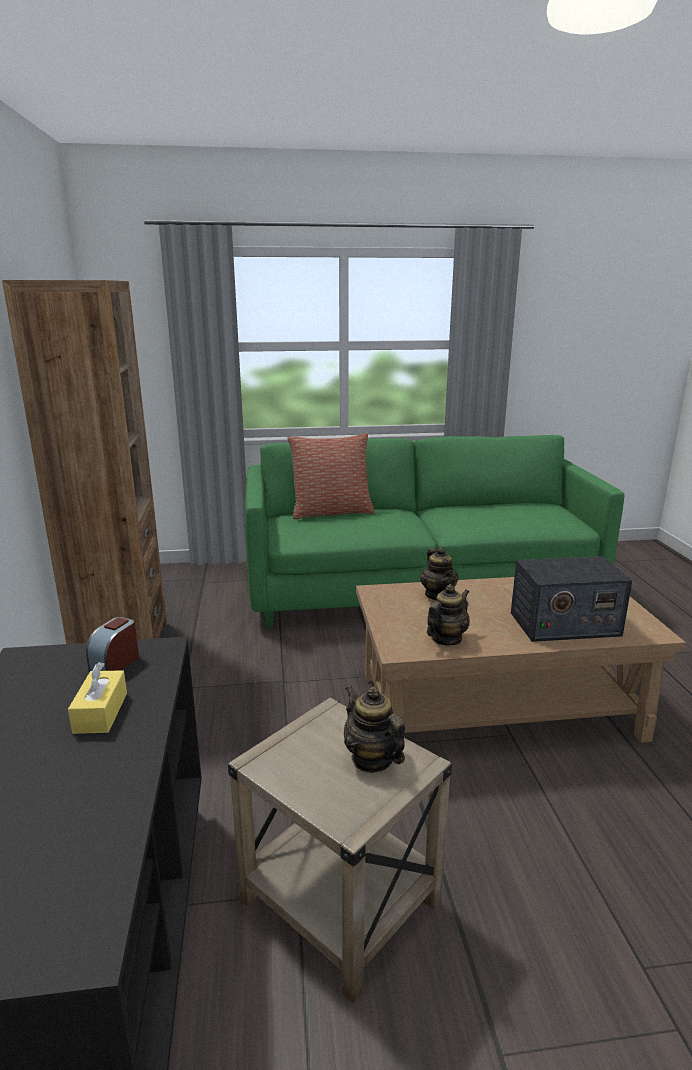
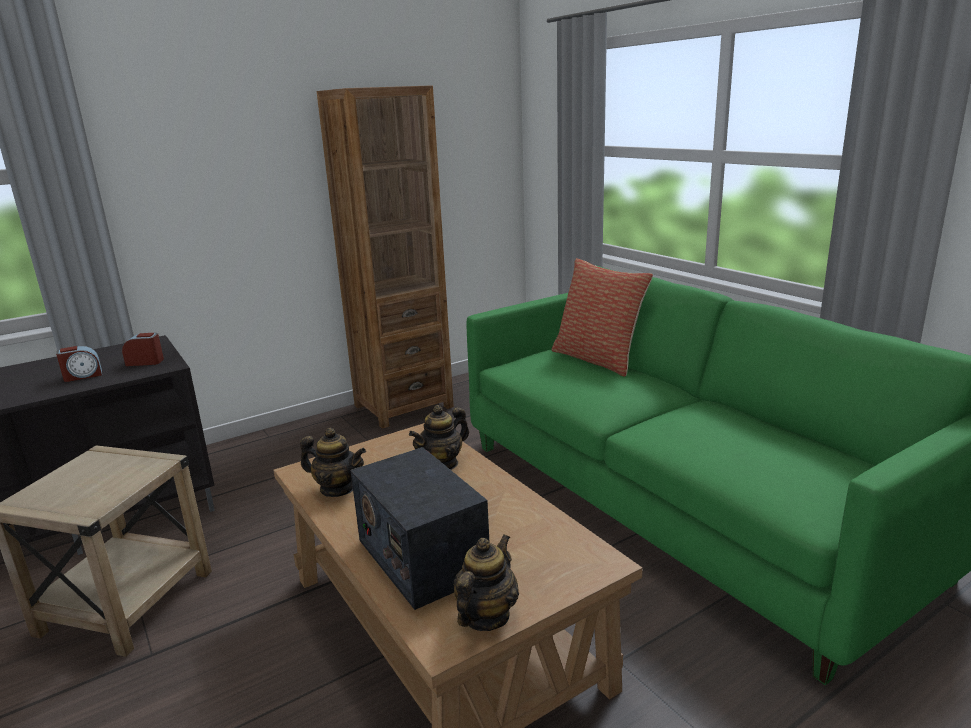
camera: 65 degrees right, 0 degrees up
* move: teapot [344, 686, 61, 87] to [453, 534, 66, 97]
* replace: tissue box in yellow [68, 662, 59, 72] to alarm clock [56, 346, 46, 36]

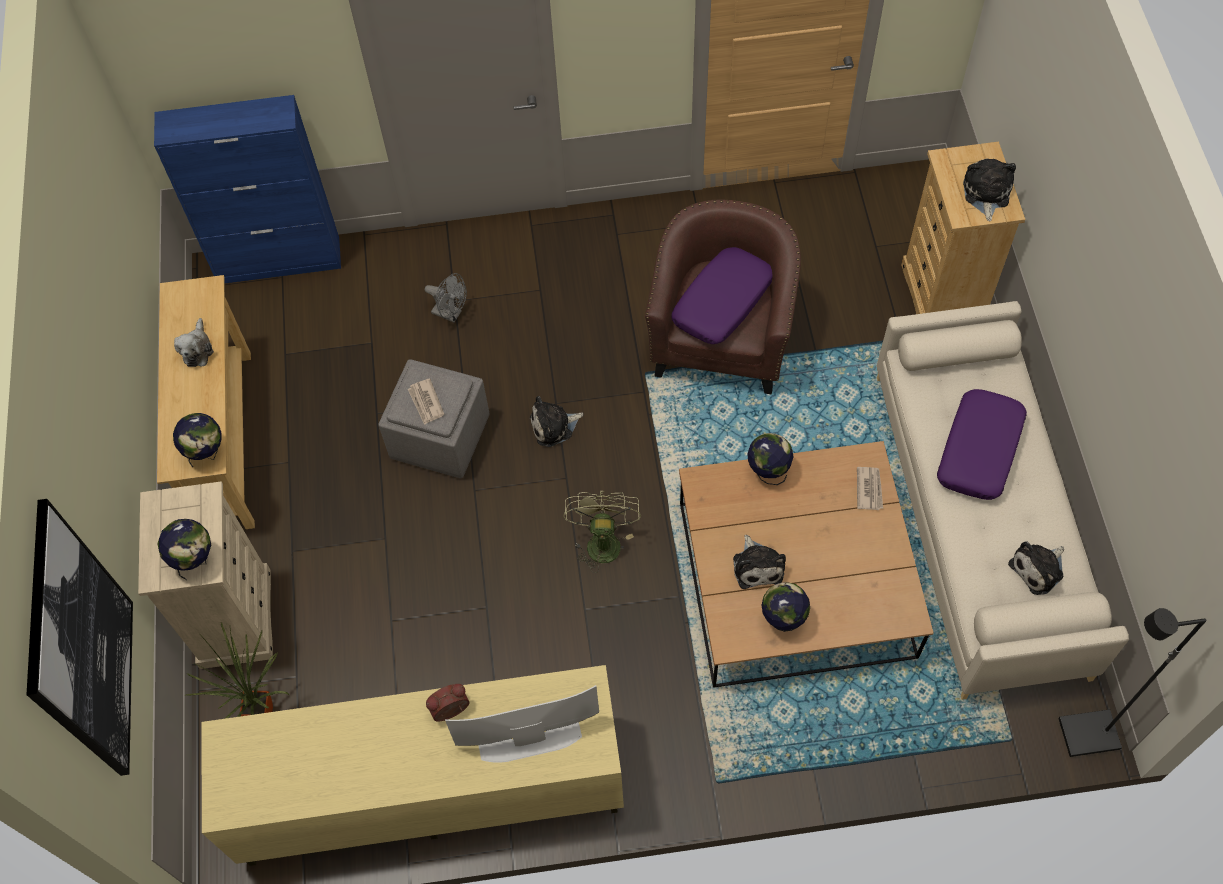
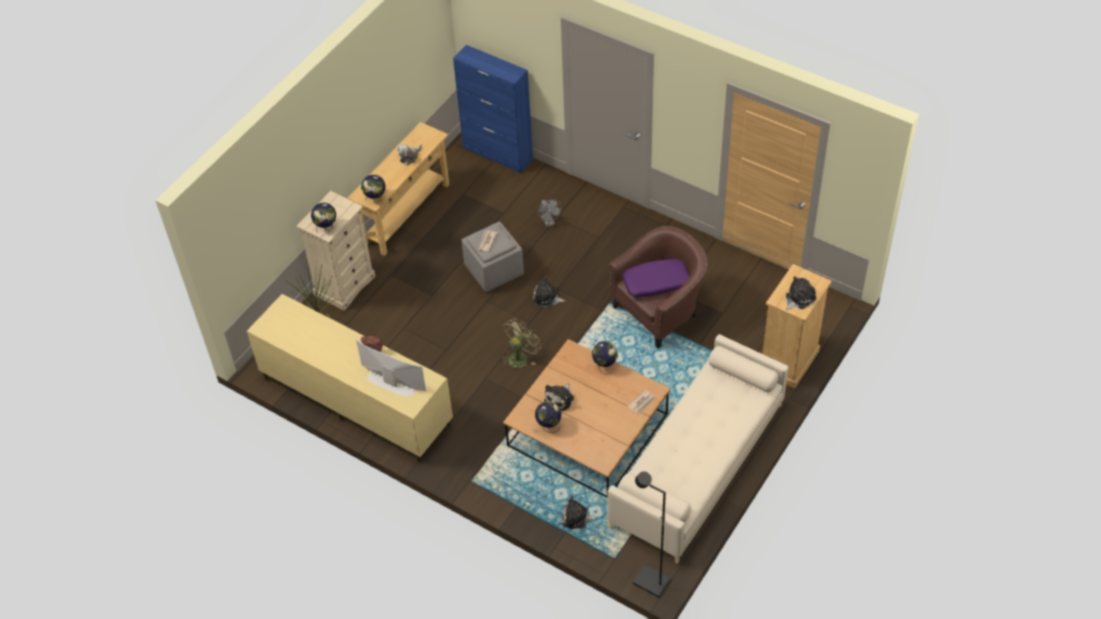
camera: 40 degrees right, 10 degrees down
* delete: picture [26, 499, 107, 277]
* delete: pillow in purple [937, 389, 90, 111]
* move: plush toy [1008, 541, 56, 54] to [562, 495, 34, 34]

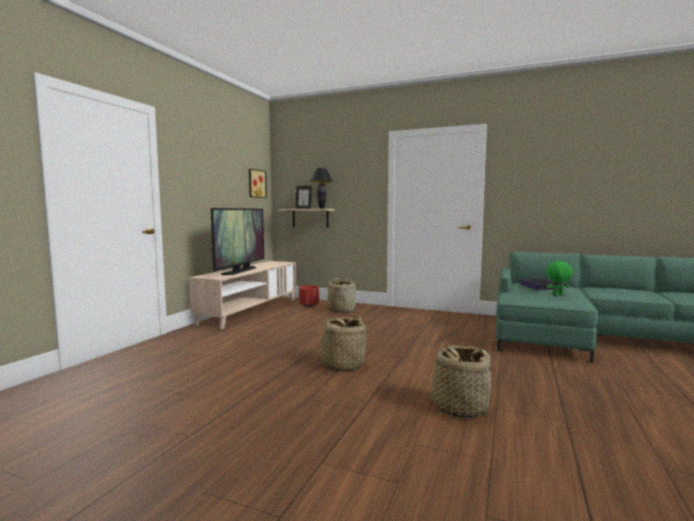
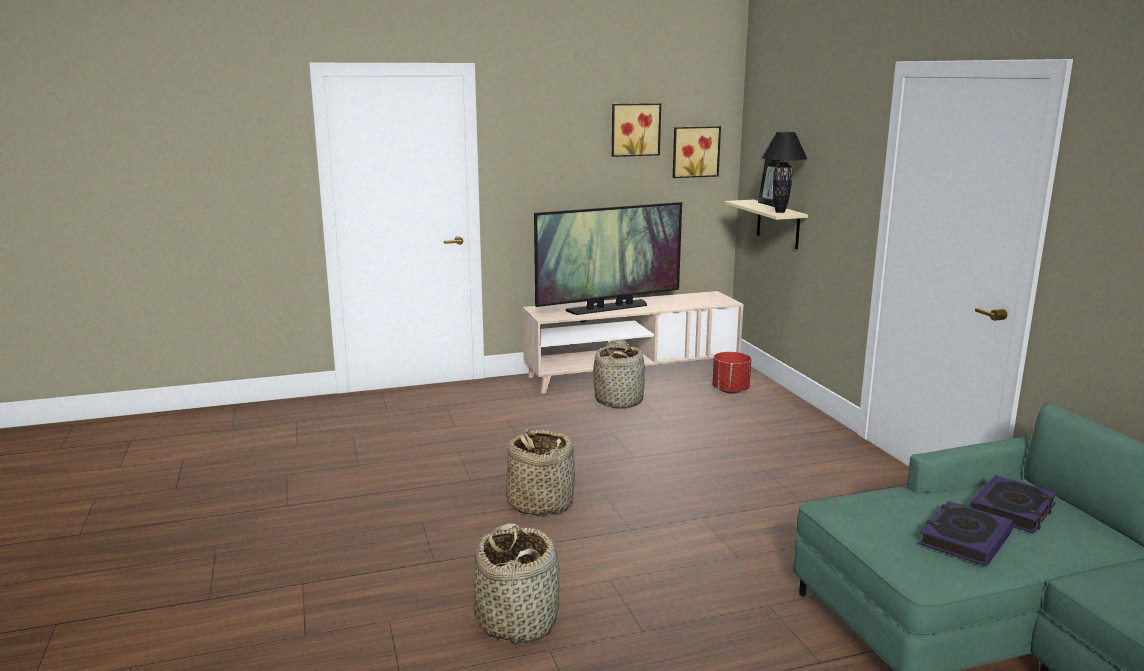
camera: 50 degrees right, 10 degrees up
* insert: picture [612, 103, 49, 54]
* move: basket [327, 277, 29, 36] to [593, 340, 52, 69]
* replace: plush toy in green [547, 261, 26, 34] to book [919, 501, 94, 66]

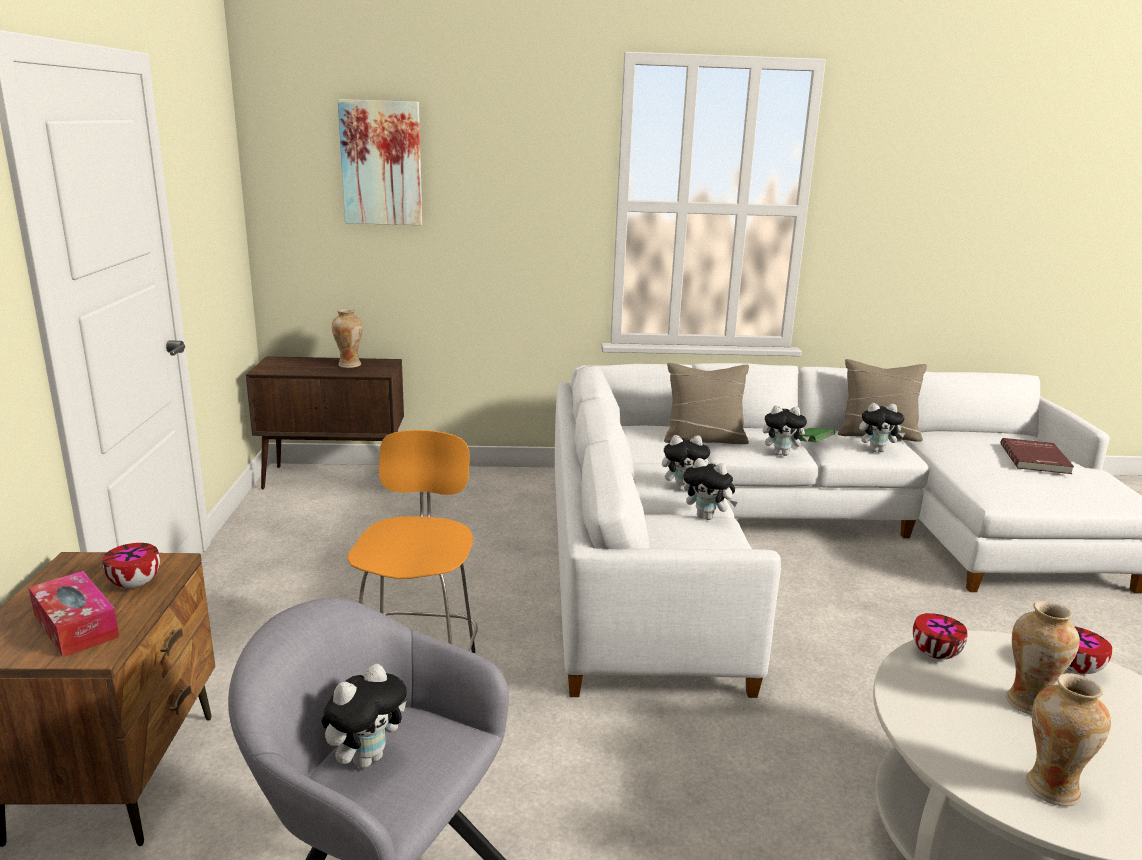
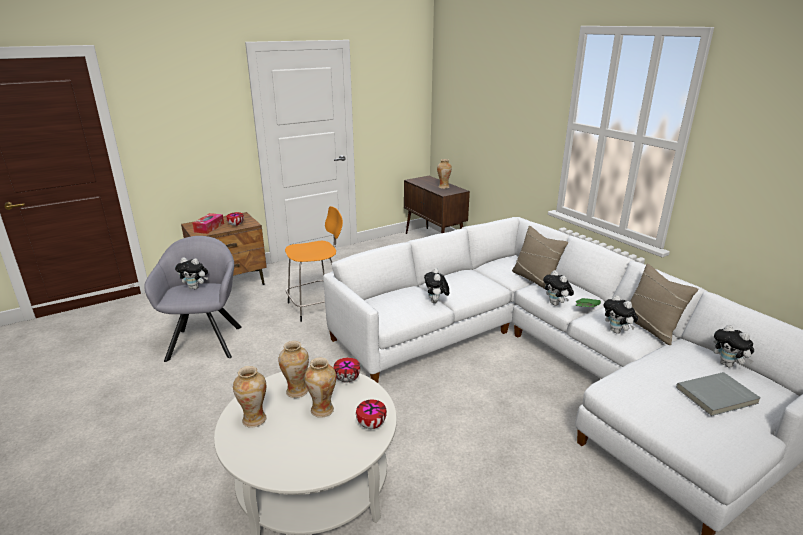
camera: 60 degrees right, 5 degrees up
* delete: picture [338, 99, 84, 126]
* insert: vase [278, 341, 31, 57]
* move: plush toy [662, 435, 48, 56] to [713, 325, 41, 42]
* recolor: book in red [1001, 438, 73, 36] to book in grey [676, 372, 85, 44]

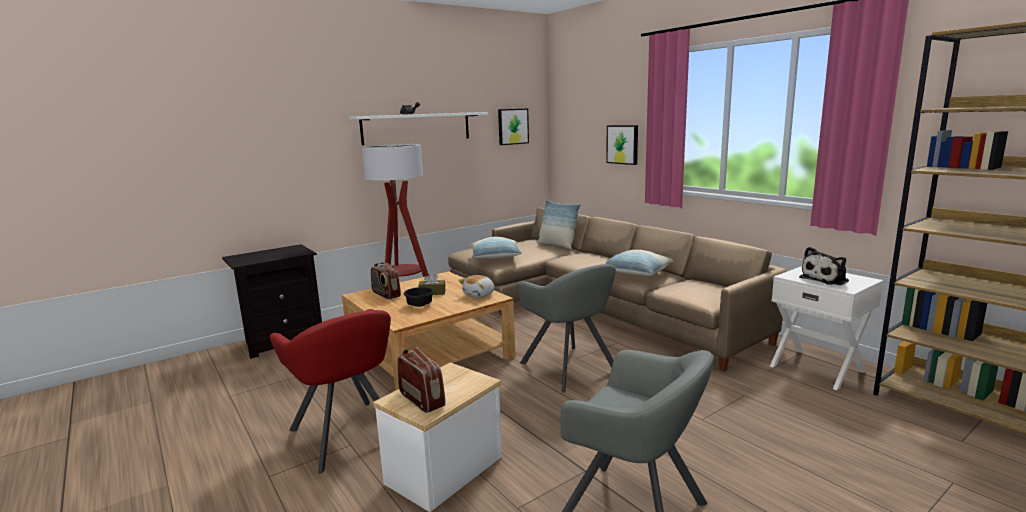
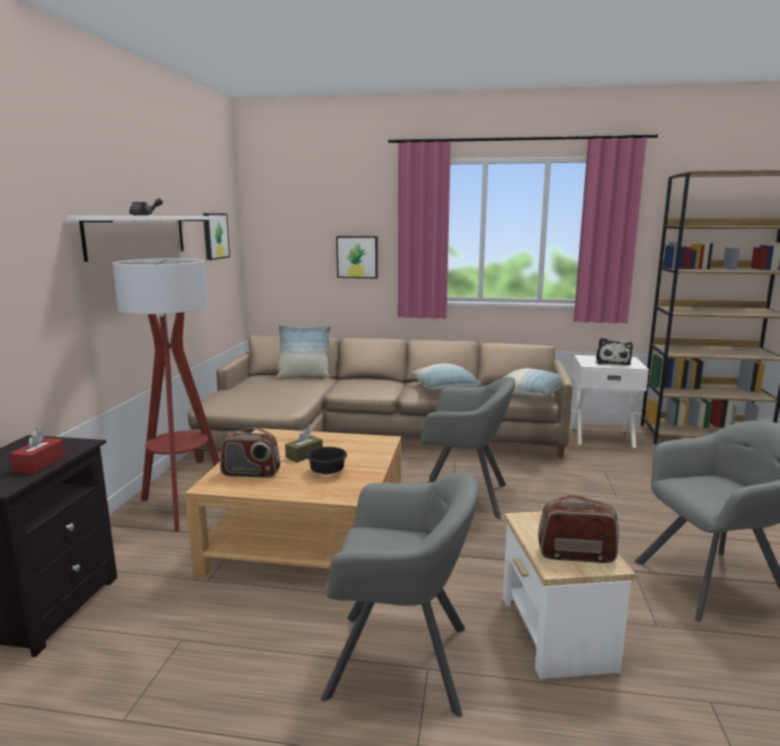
camera: 45 degrees left, 0 degrees up
* delete: plush toy [458, 275, 36, 23]
* insert: tissue box in red [10, 428, 55, 46]
* move: pillow [470, 237, 52, 21] to [503, 368, 71, 28]
* recolor: armchair in red [270, 309, 121, 165] to armchair in grey [321, 472, 158, 245]

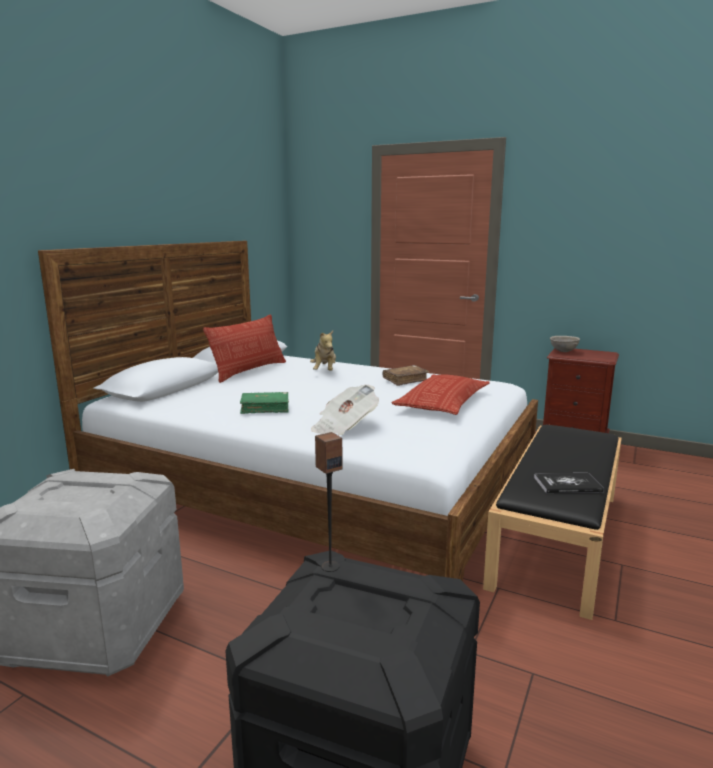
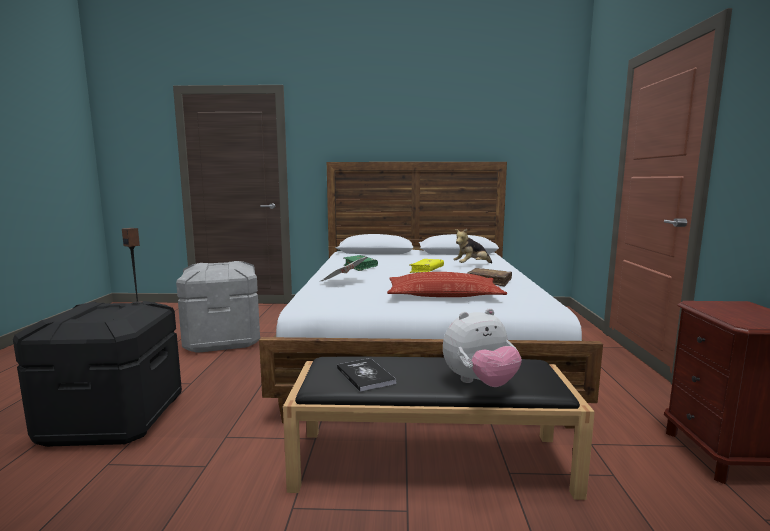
camera: 65 degrees right, 5 degrees down
* delete: pillow [203, 314, 83, 69]
* delete: bowl in grey [550, 336, 30, 16]
* insert: book in yellow [409, 259, 35, 14]
* insert: plush toy [443, 308, 79, 79]

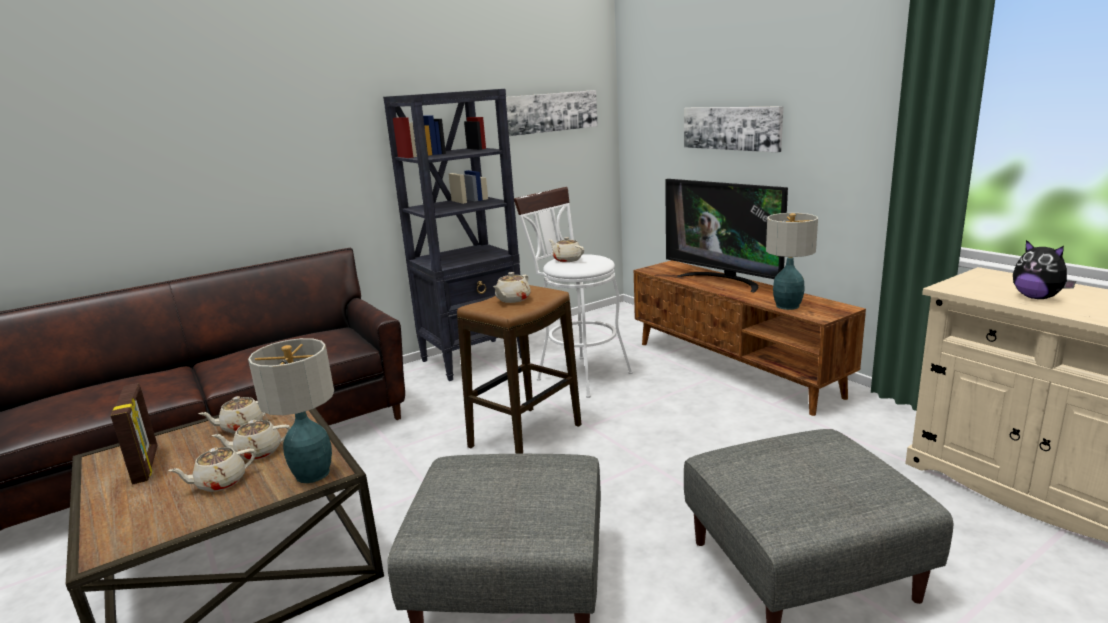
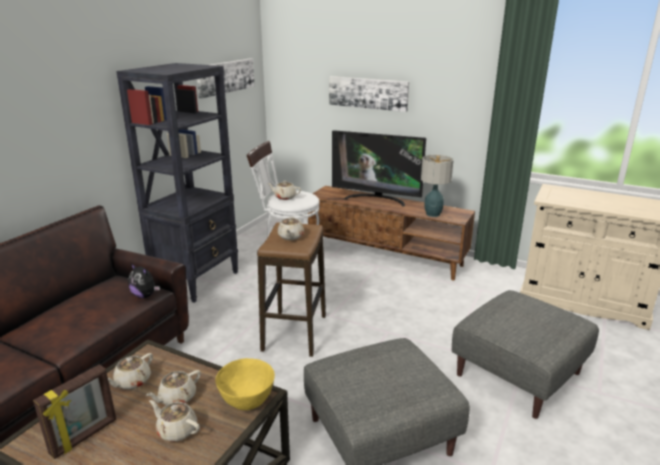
camera: 30 degrees left, 5 degrees up
* move: plush toy [1013, 240, 63, 59] to [128, 263, 32, 35]
* replace: table lamp [248, 338, 86, 145] to bowl in yellow [215, 358, 60, 52]
* rotate: picture frame [111, 383, 47, 102] = [33, 364, 83, 95] 90 degrees clockwise
* rotate: teapot in beige [168, 447, 88, 45] = [149, 400, 51, 42] 90 degrees clockwise

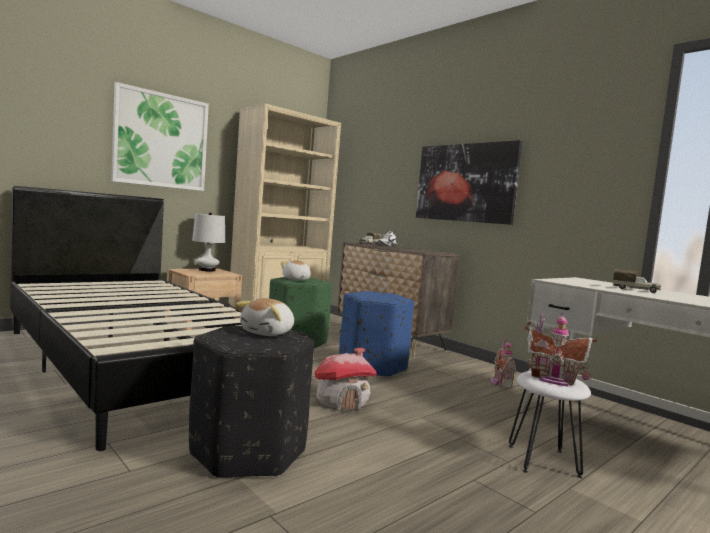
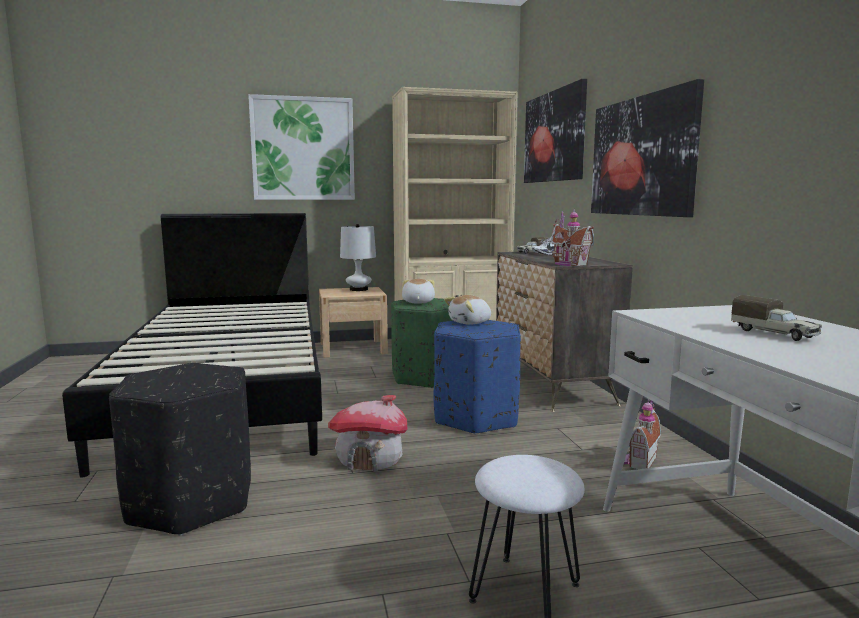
camera: 30 degrees right, 5 degrees up
* insert: picture [524, 79, 63, 104]
* move: plush toy [235, 298, 59, 38] to [444, 295, 47, 30]
* move: toy house [525, 312, 72, 75] to [551, 209, 43, 57]

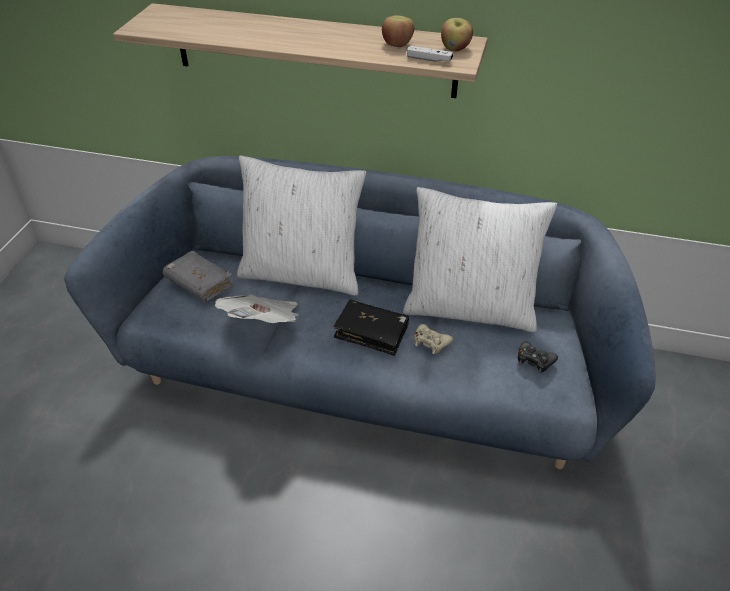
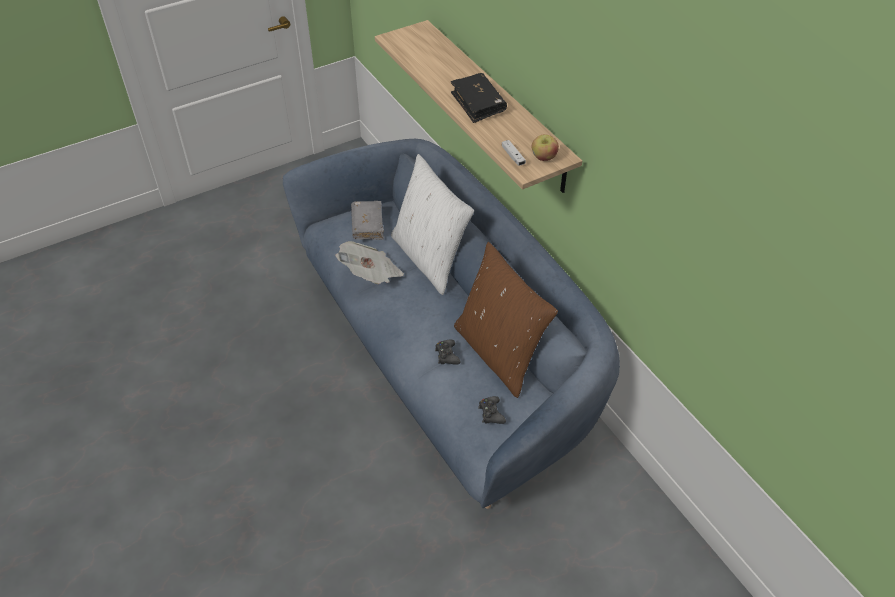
camera: 45 degrees right, 5 degrees up
* delete: apple [382, 15, 32, 32]
* move: book in black [333, 299, 76, 57] to [451, 73, 56, 50]
* recolor: pillow in white [403, 187, 154, 145] to pillow in brown [454, 242, 104, 156]
* recolor: game controller in beige [414, 324, 39, 30] to game controller in black [435, 340, 25, 24]

